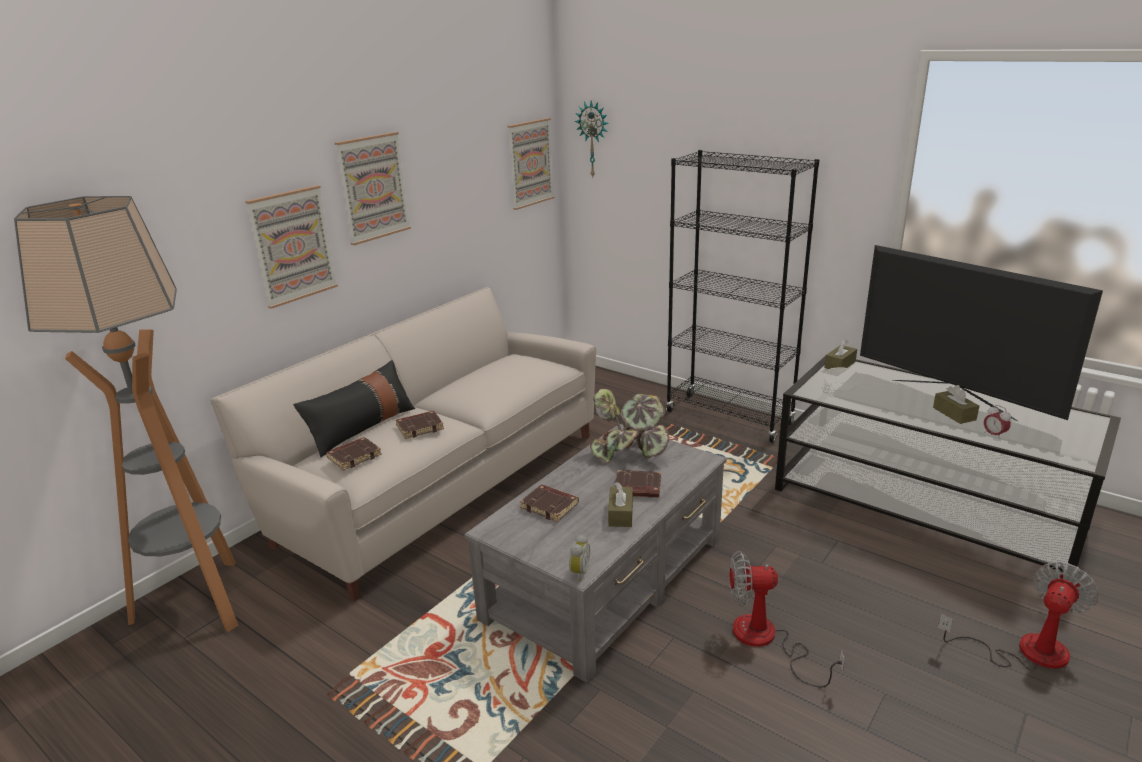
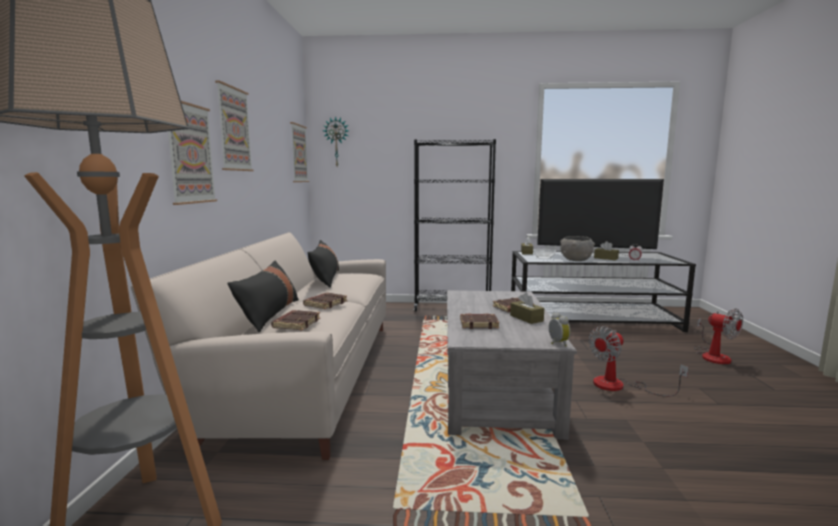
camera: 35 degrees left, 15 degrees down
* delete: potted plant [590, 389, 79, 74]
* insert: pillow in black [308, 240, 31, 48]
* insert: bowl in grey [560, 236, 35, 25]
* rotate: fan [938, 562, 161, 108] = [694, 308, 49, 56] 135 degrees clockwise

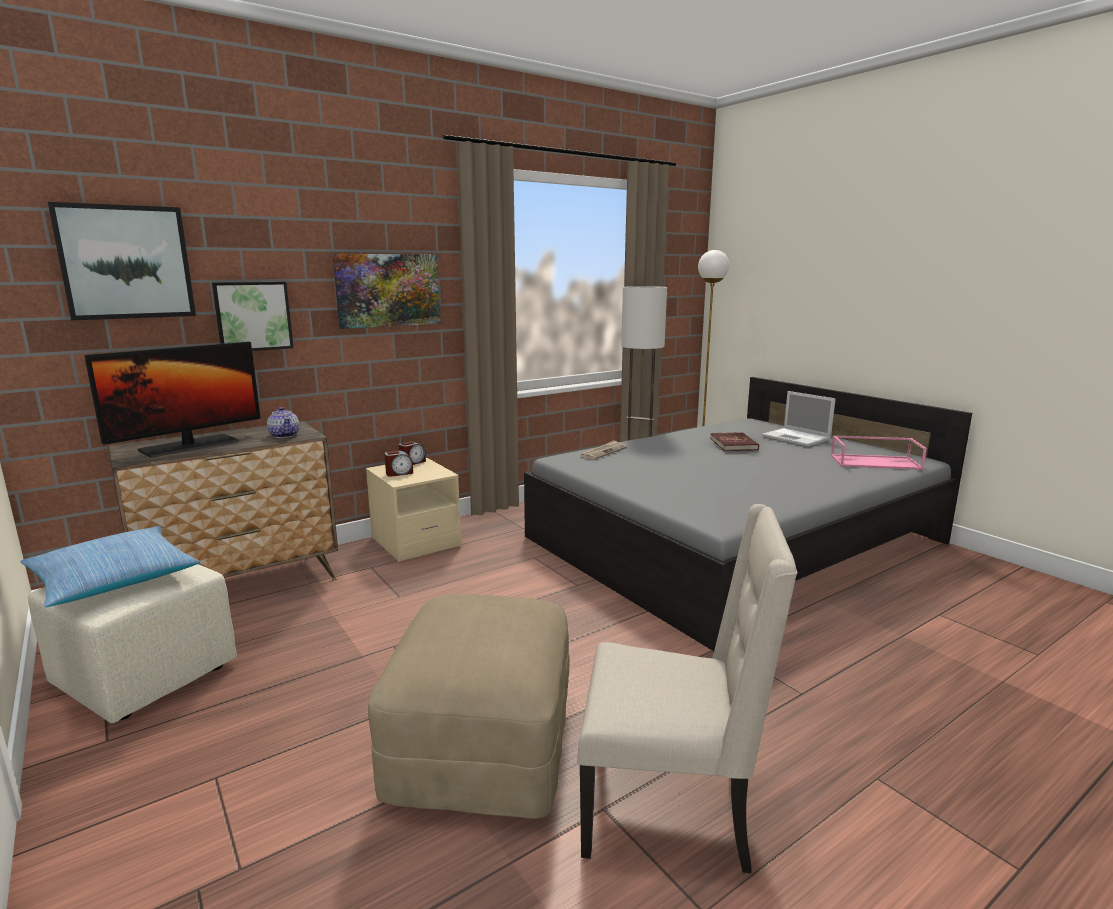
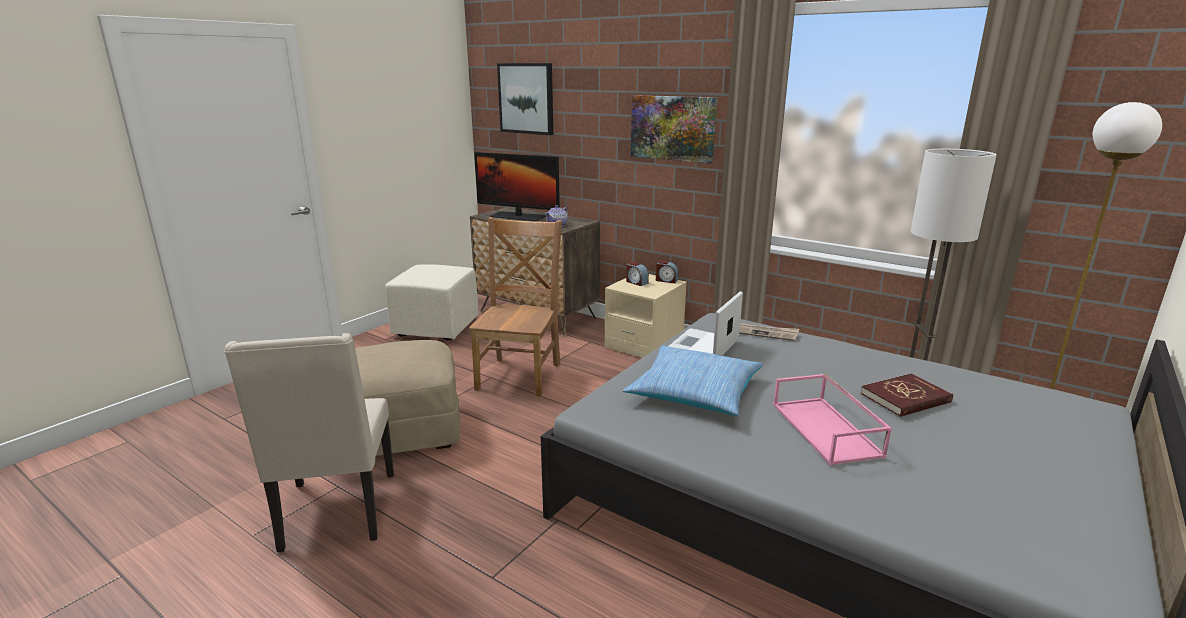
camera: 70 degrees right, 5 degrees up
* delete: picture [212, 282, 81, 69]
* insert: chair in brown [469, 217, 93, 180]
* move: pillow [20, 526, 180, 81] to [623, 346, 140, 70]
* move: laptop [762, 391, 74, 55] to [668, 291, 75, 65]
* move: tray in pink [830, 435, 96, 35] to [773, 374, 119, 91]

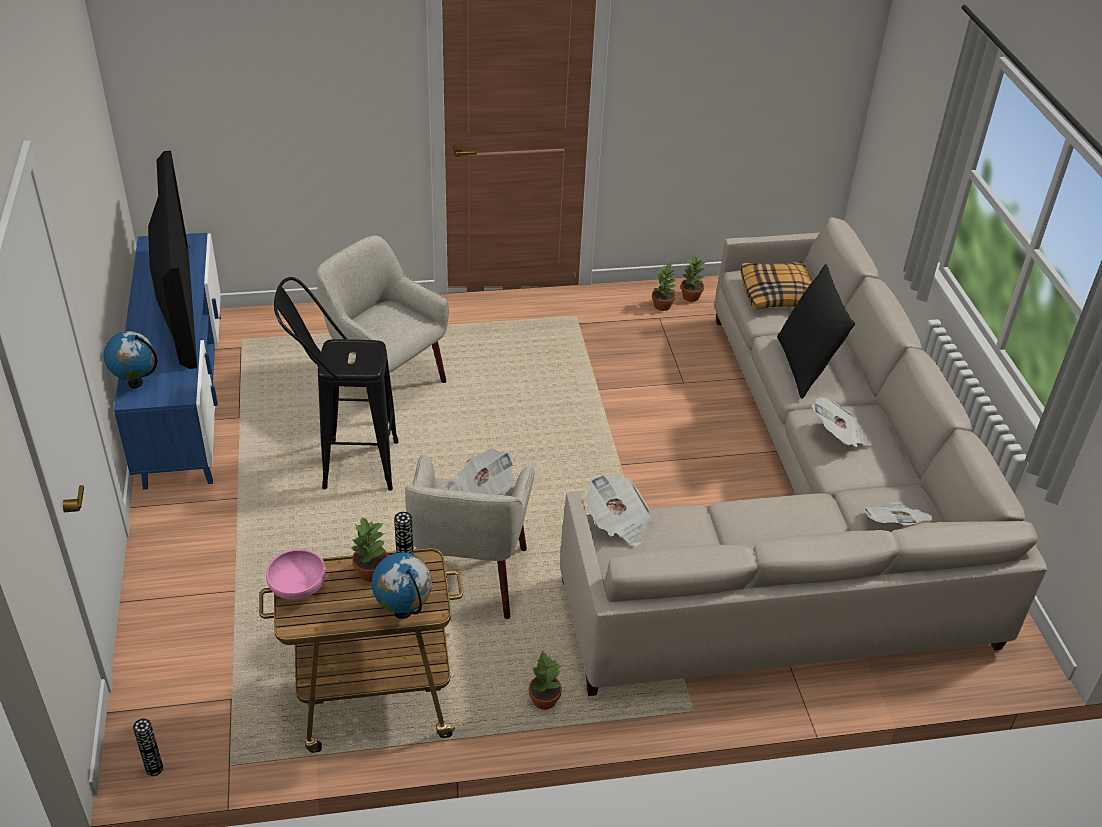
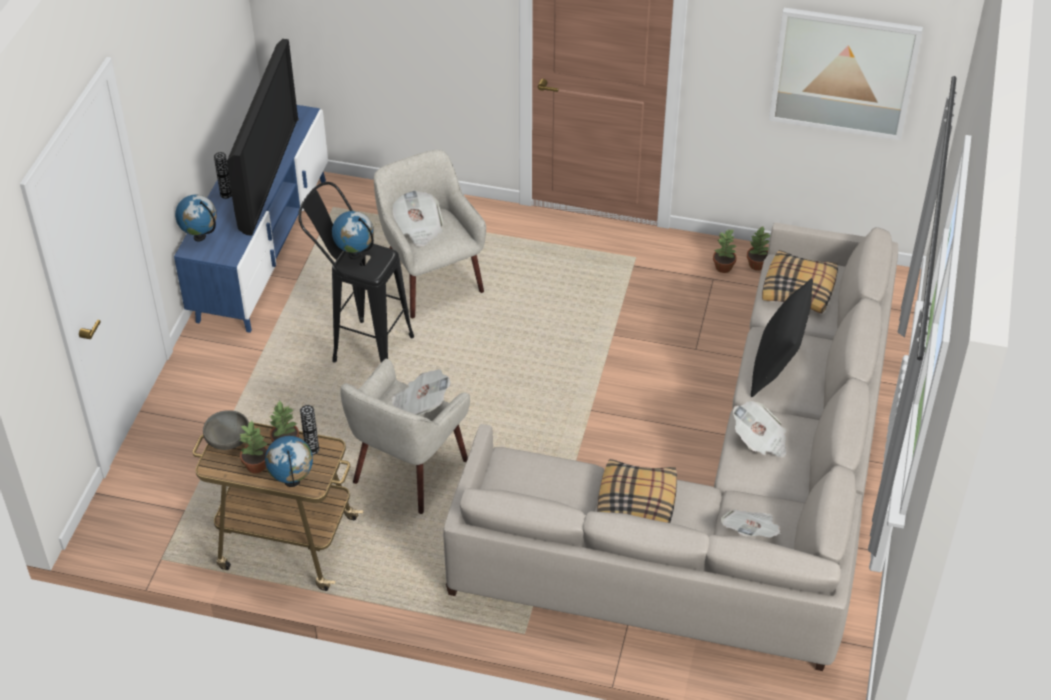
camera: 25 degrees right, 5 degrees up
* insert: globe [332, 211, 42, 48]
* insert: pillow [597, 459, 80, 64]
* insert: picture [769, 8, 154, 132]
* move: vase [133, 718, 30, 58] to [214, 152, 18, 47]
* move: potted plant [528, 650, 34, 60] to [239, 421, 29, 52]
* move: newspaper [585, 474, 68, 72] to [393, 191, 51, 56]
* recolor: bowl in pink [266, 549, 60, 51] to bowl in grey [203, 410, 46, 40]

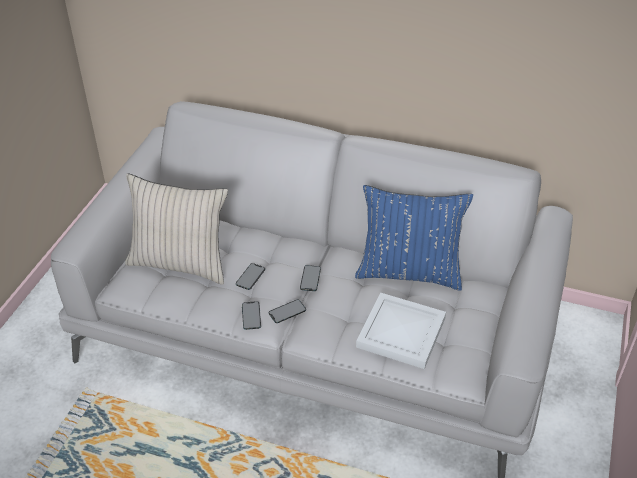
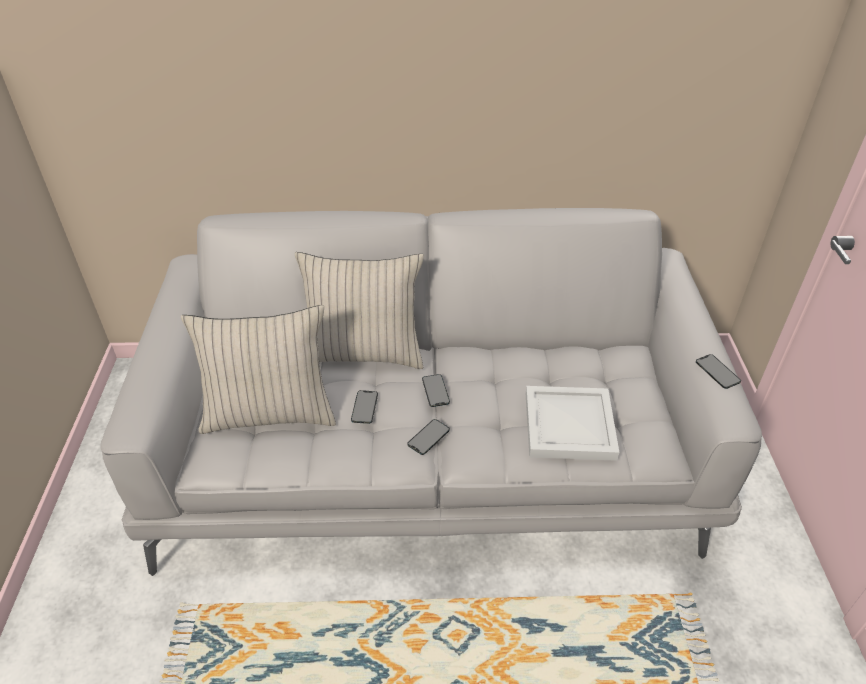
camera: 20 degrees left, 0 degrees up
* delete: pillow in blue [355, 185, 118, 106]
* insert: pillow in beige [295, 252, 129, 117]
* move: phone [242, 301, 19, 29] to [696, 354, 45, 35]

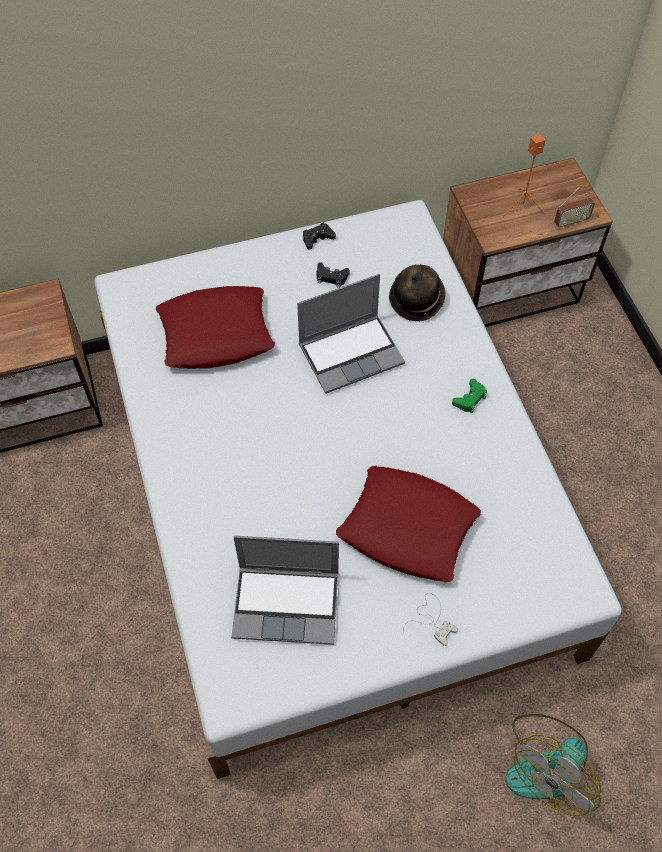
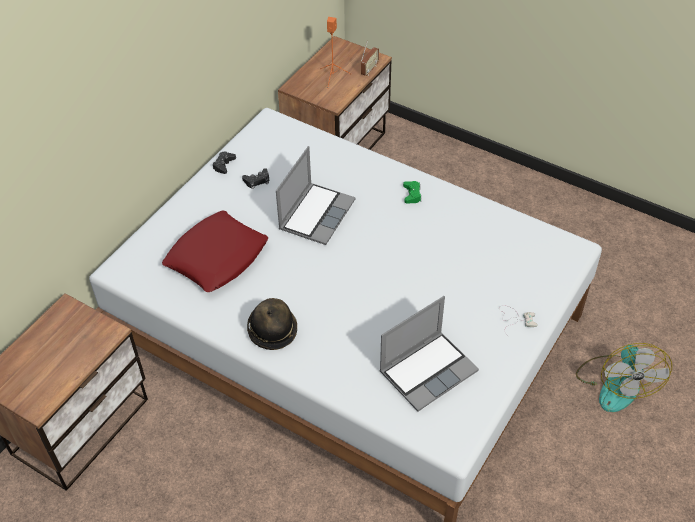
camera: 40 degrees left, 10 degrees down
* delete: pillow in red [336, 466, 145, 116]
* move: hat [389, 265, 57, 56] to [247, 298, 50, 52]

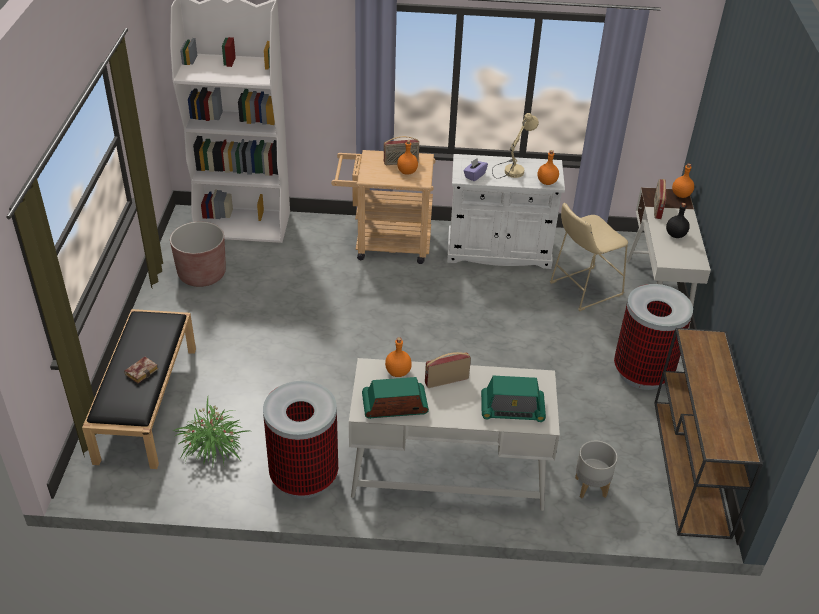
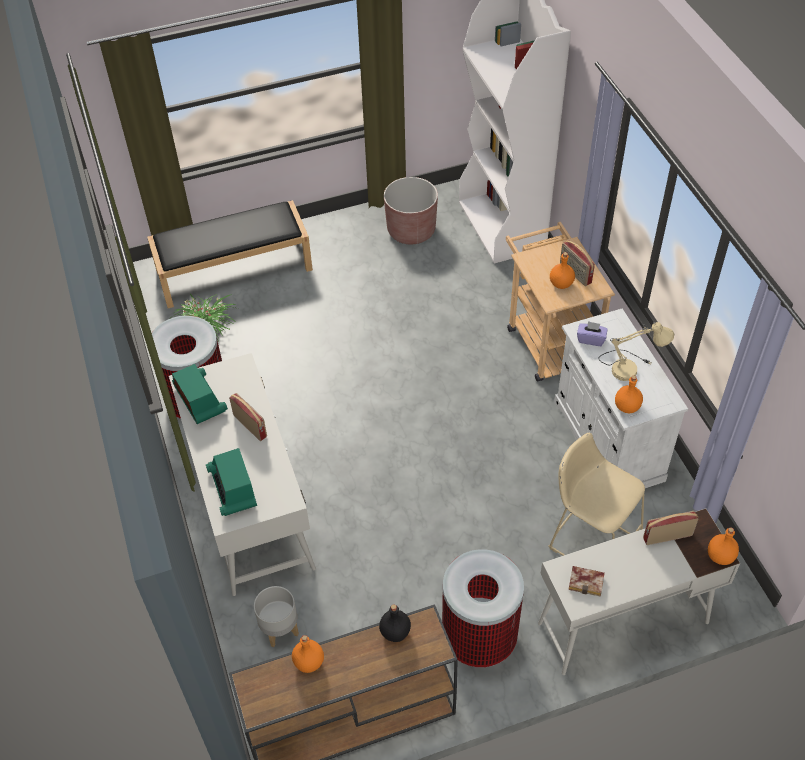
camera: 70 degrees right, 10 degrees up
* move: book [124, 357, 34, 26] to [568, 566, 37, 31]
* move: bottle in orange [385, 337, 27, 40] to [292, 635, 32, 38]
* move: bottle in black [666, 203, 24, 35] to [379, 604, 32, 38]

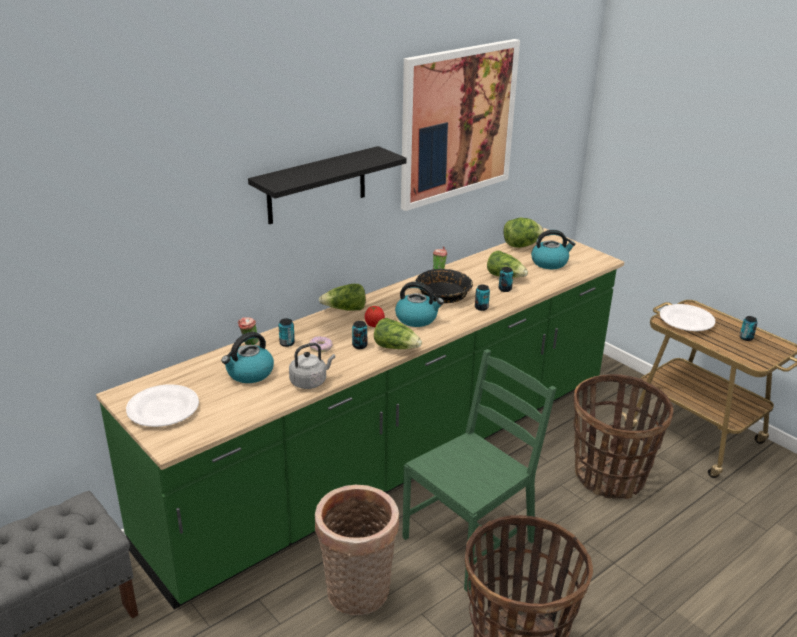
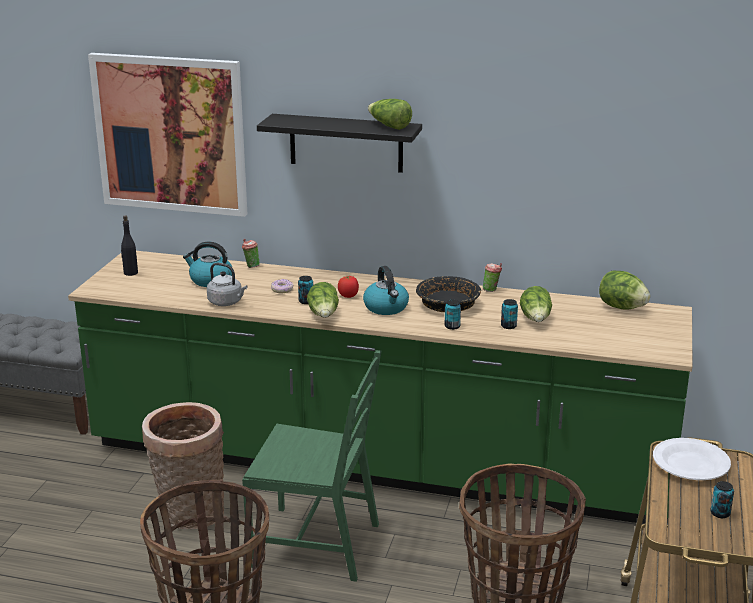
camera: 55 degrees right, 5 degrees down
* delete: can [279, 318, 16, 29]
* delete: kettle [531, 230, 45, 39]
* move: lettuce [319, 284, 47, 27] to [368, 99, 44, 31]
* move: picture [401, 39, 119, 172] to [88, 53, 159, 164]
* replace: plate in white [126, 384, 73, 43] to bottle in black [121, 215, 17, 61]

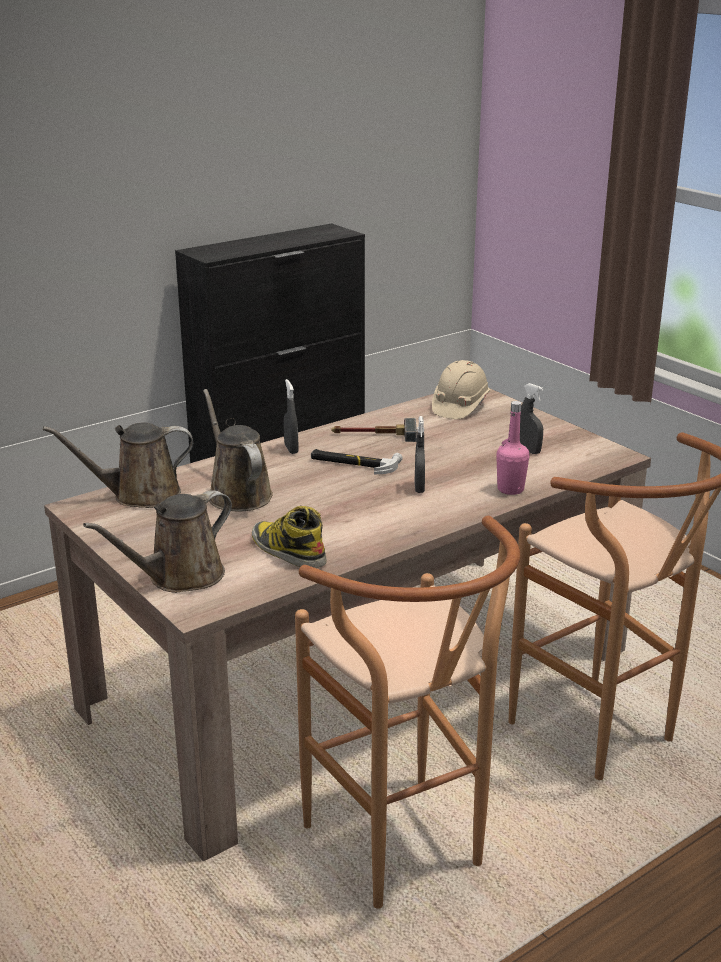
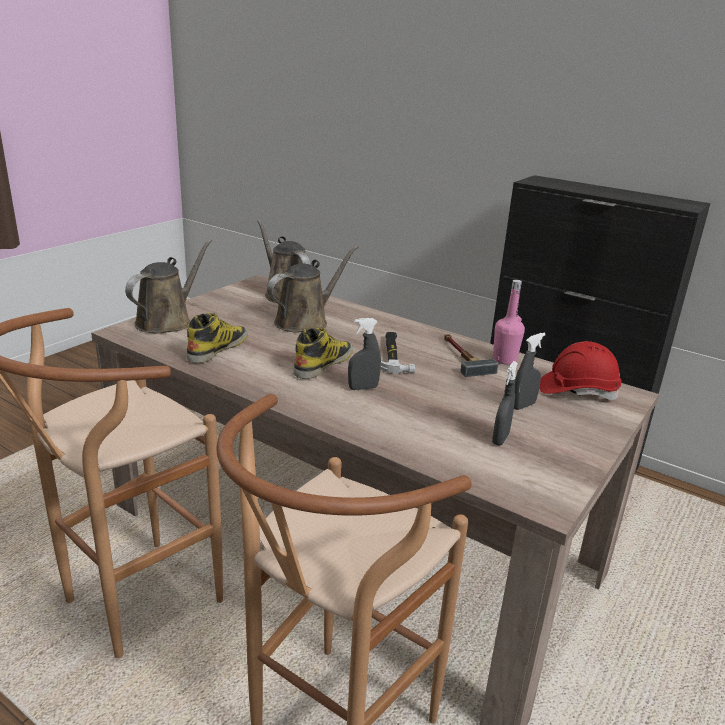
camera: 70 degrees right, 0 degrees up
* insert: boot [293, 328, 60, 51]
* move: spray bottle in grey [284, 379, 14, 75] to [514, 333, 31, 77]
* move: bottle in pink [496, 401, 33, 94] to [493, 280, 32, 85]
* recolor: hard hat in beige [432, 360, 58, 59] to hard hat in red [539, 341, 83, 59]
* rotate: watering can in brown [83, 490, 149, 103] = [125, 239, 87, 95] 90 degrees clockwise

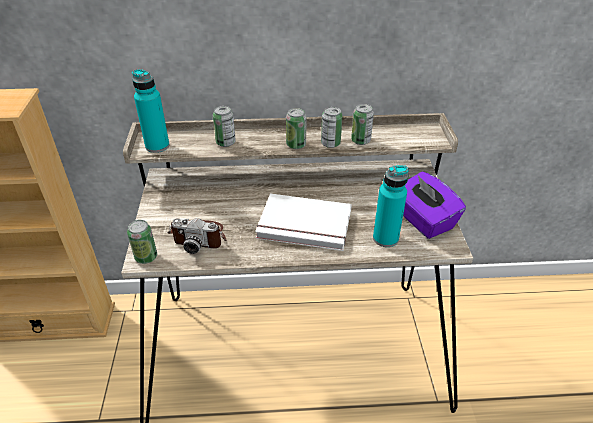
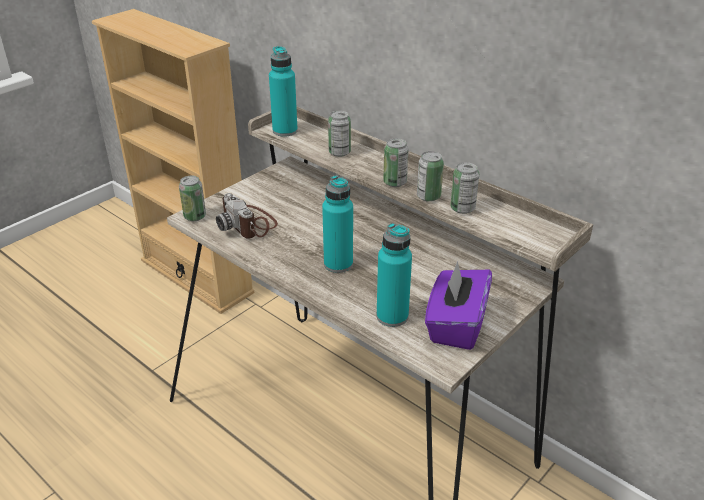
camera: 45 degrees right, 5 degrees down
* replace: book in white [255, 193, 97, 58] to bottle in turquoise [322, 176, 31, 97]

